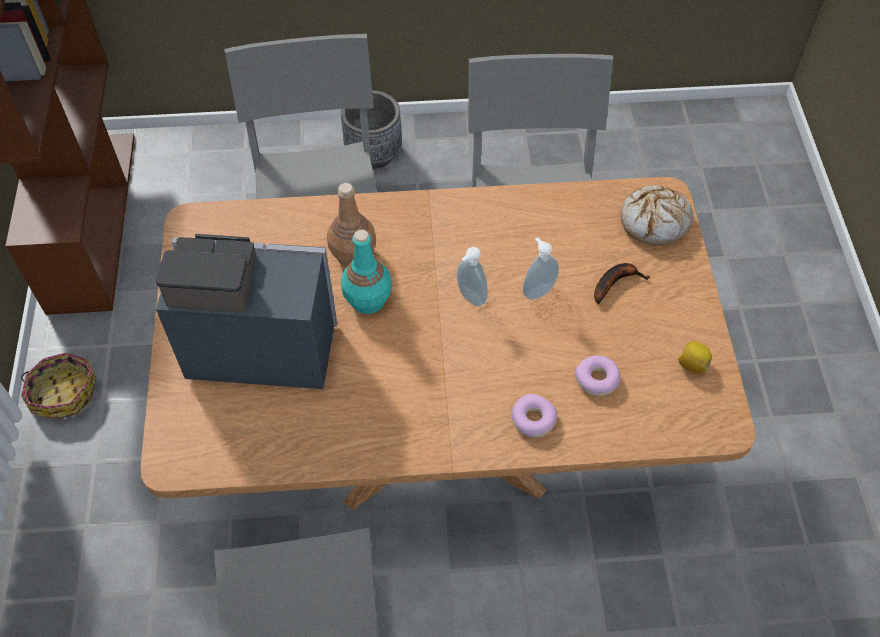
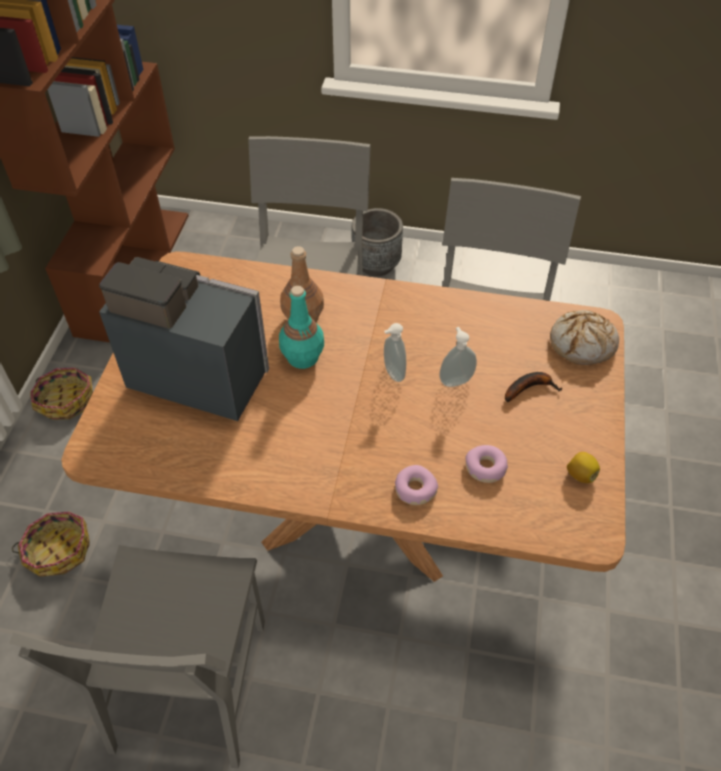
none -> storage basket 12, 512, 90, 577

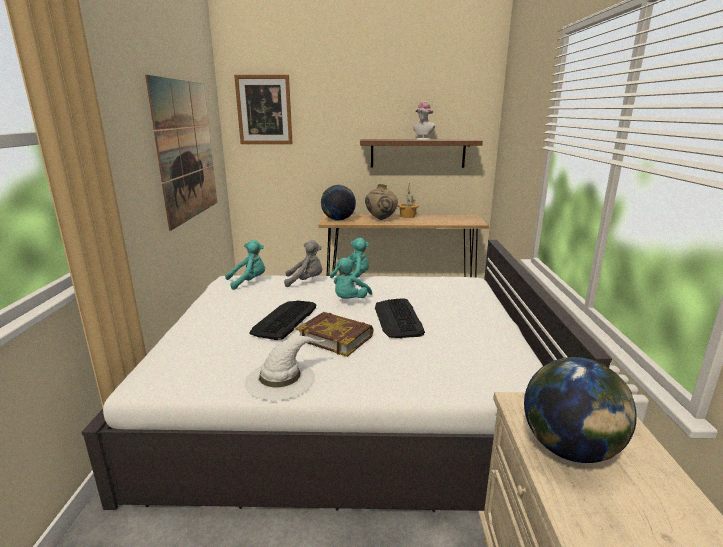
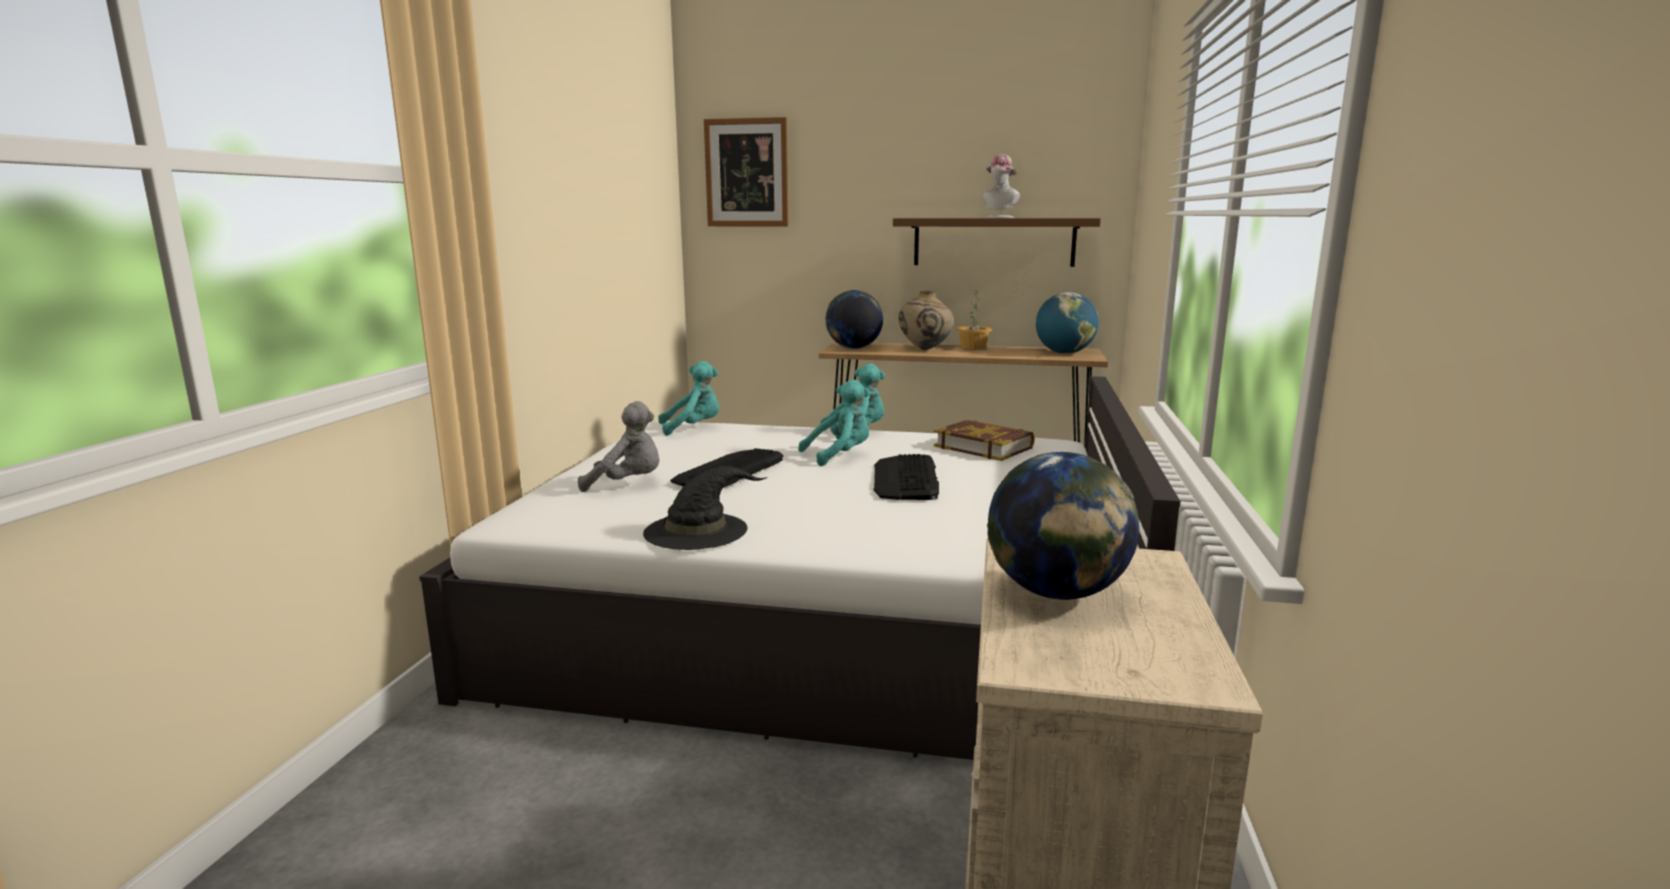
wall art 145, 75, 217, 231 -> none
white-coloured wearable hat 245, 336, 325, 401 -> black wearable hat 643, 466, 767, 550
gray cuddly toy 284, 240, 322, 287 -> gray cuddly toy 578, 401, 659, 492, move
bound book 296, 312, 374, 357 -> bound book 934, 420, 1035, 461, move
turquoise cuddly toy 334, 258, 372, 299 -> turquoise cuddly toy 798, 380, 870, 466, 150 degrees counterclockwise
none -> world globe 1036, 292, 1099, 354

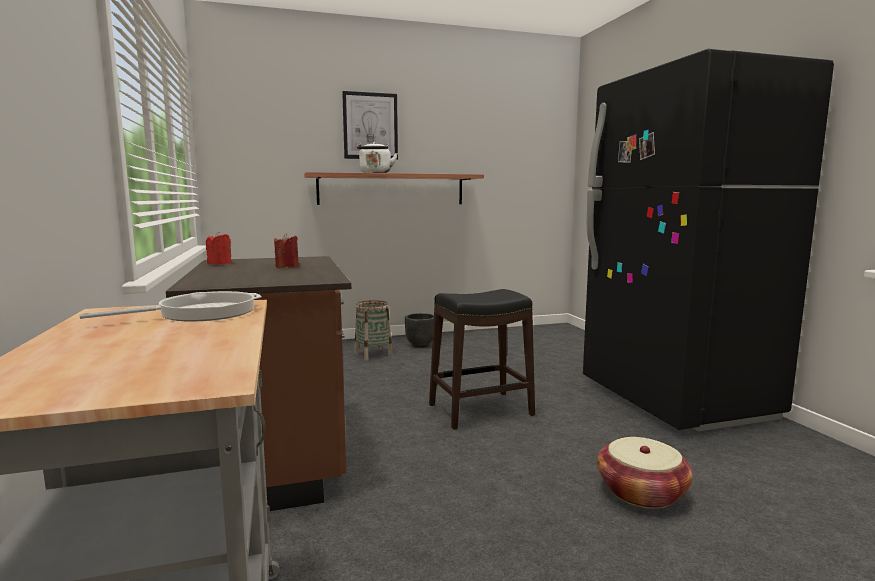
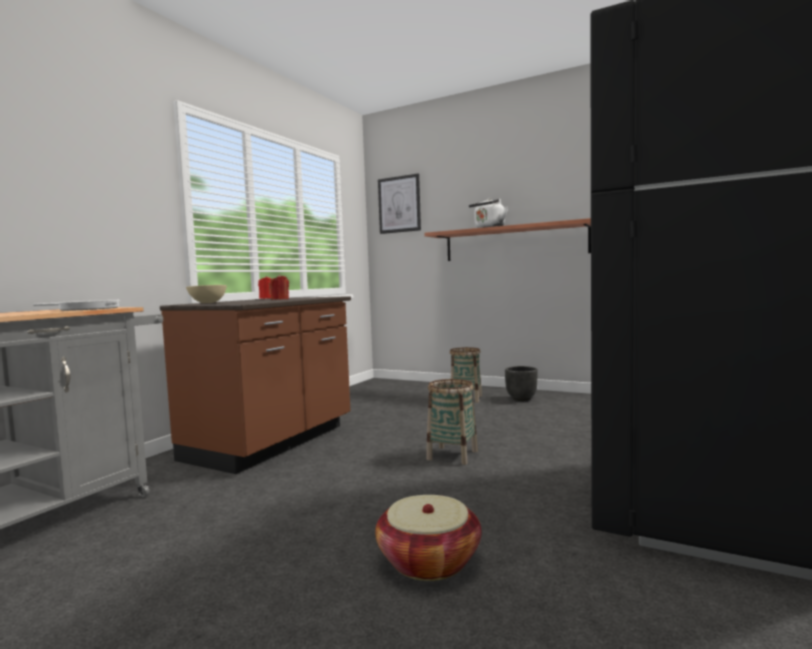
wall art 342, 91, 398, 160 -> wall art 378, 174, 421, 234, move
black sitting stool 429, 289, 535, 429 -> storage basket 426, 379, 478, 465
none -> beige bowl 186, 285, 227, 303

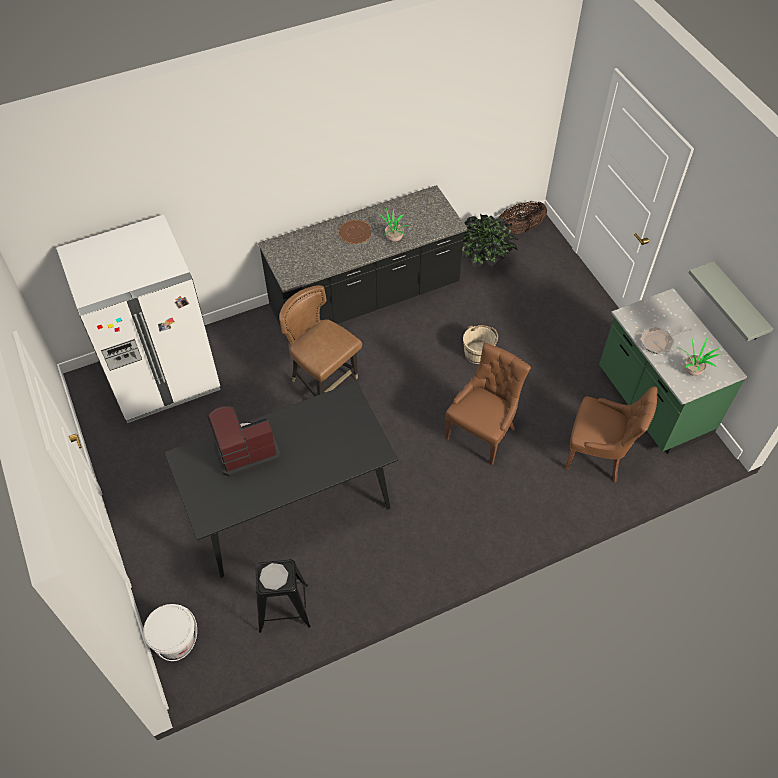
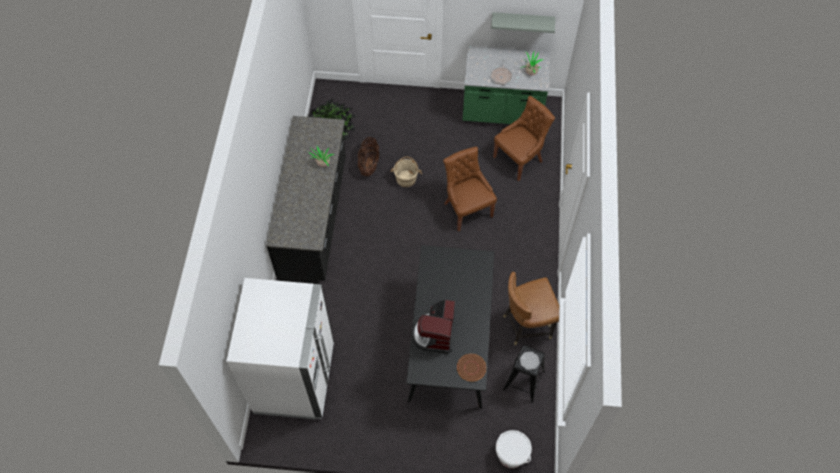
brown chair 279, 285, 362, 396 -> brown chair 503, 272, 559, 345, move
brown flat dish 339, 220, 372, 244 -> brown flat dish 457, 354, 486, 381, move
storage basket 499, 201, 547, 234 -> storage basket 358, 137, 379, 176, move

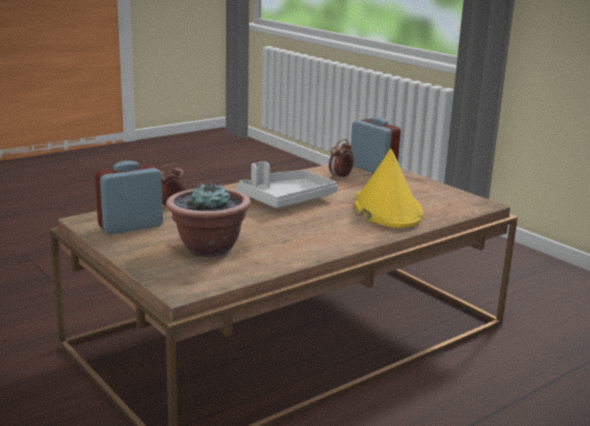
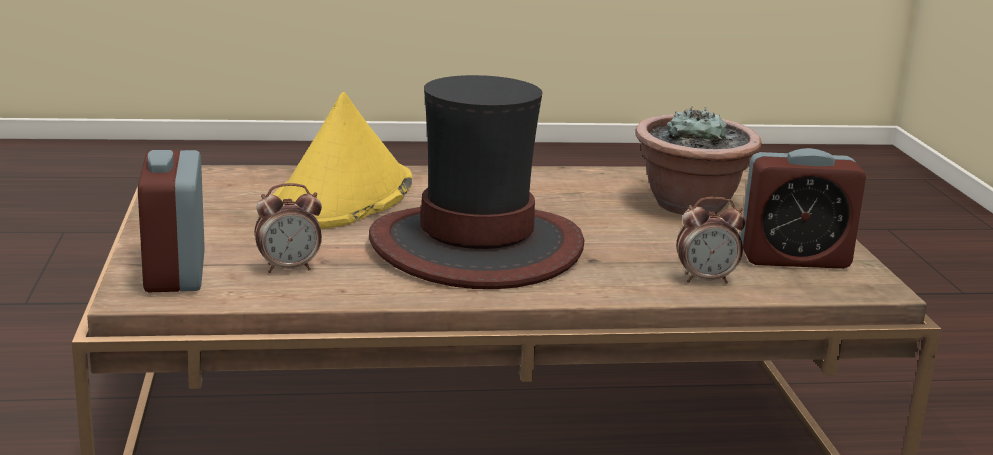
gray tray 238, 161, 338, 208 -> wearable hat 369, 75, 585, 289

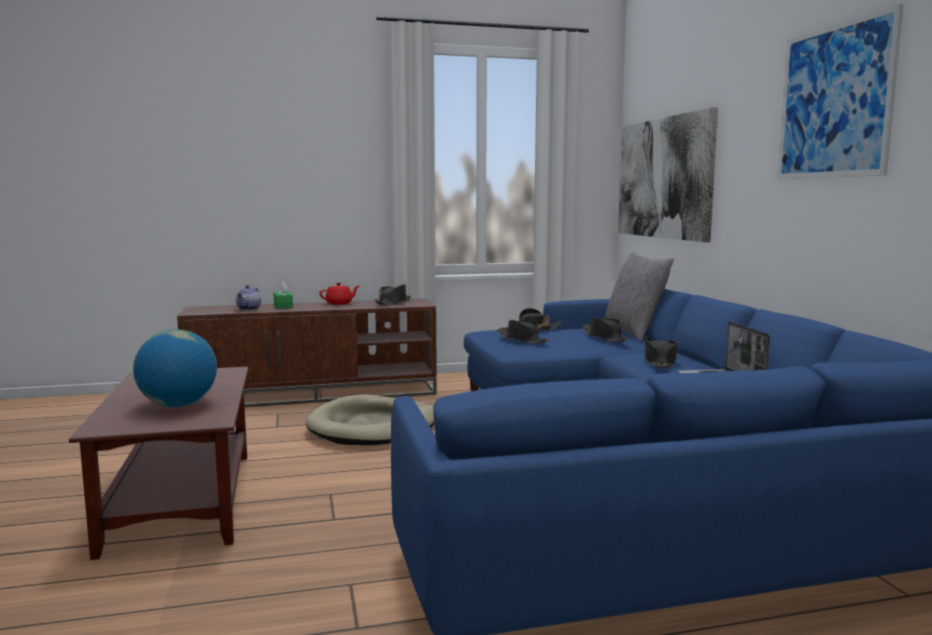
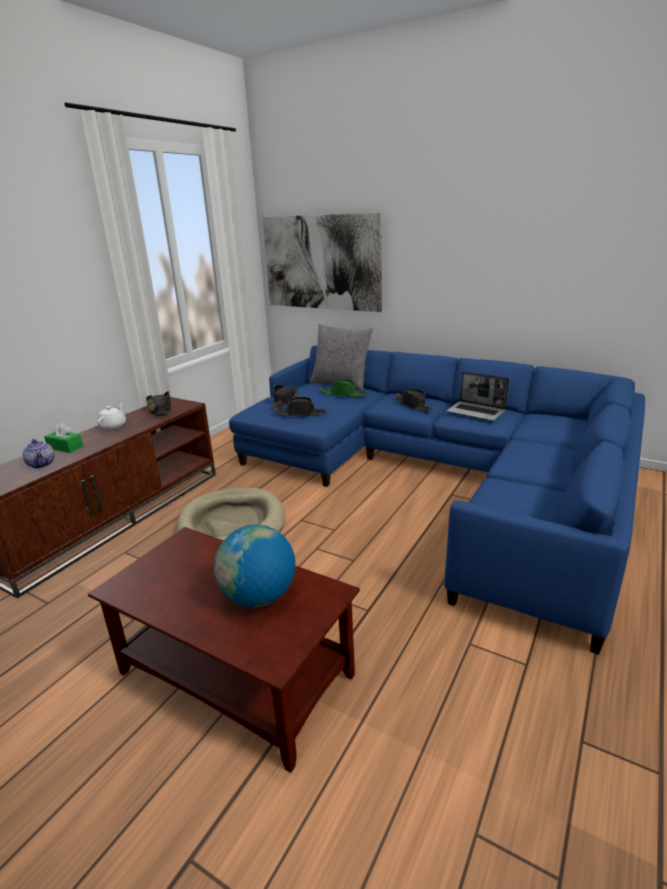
red teapot 319, 283, 359, 305 -> white-coloured teapot 97, 403, 126, 430
black wearable hat 582, 317, 630, 342 -> green wearable hat 320, 379, 367, 397
wall art 777, 3, 903, 179 -> none

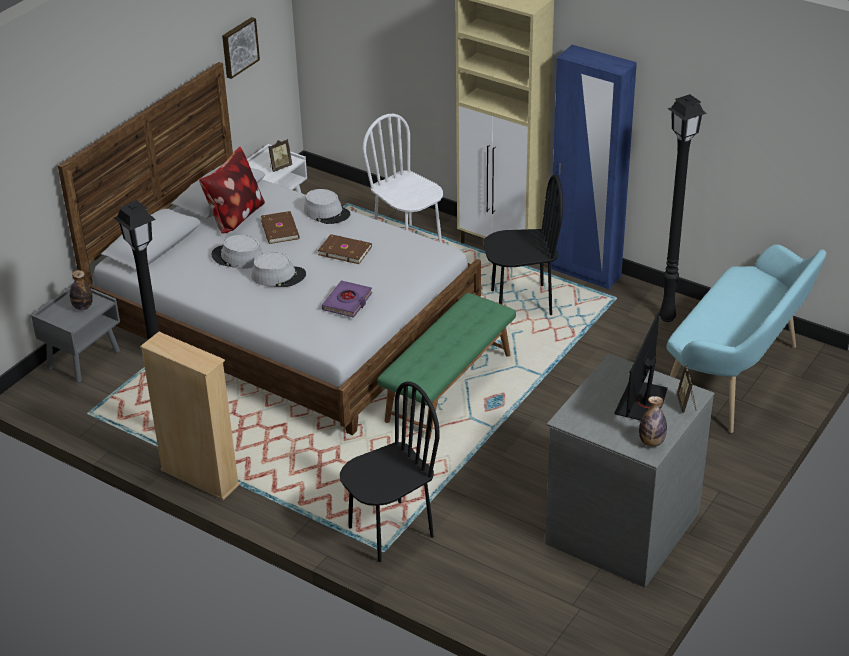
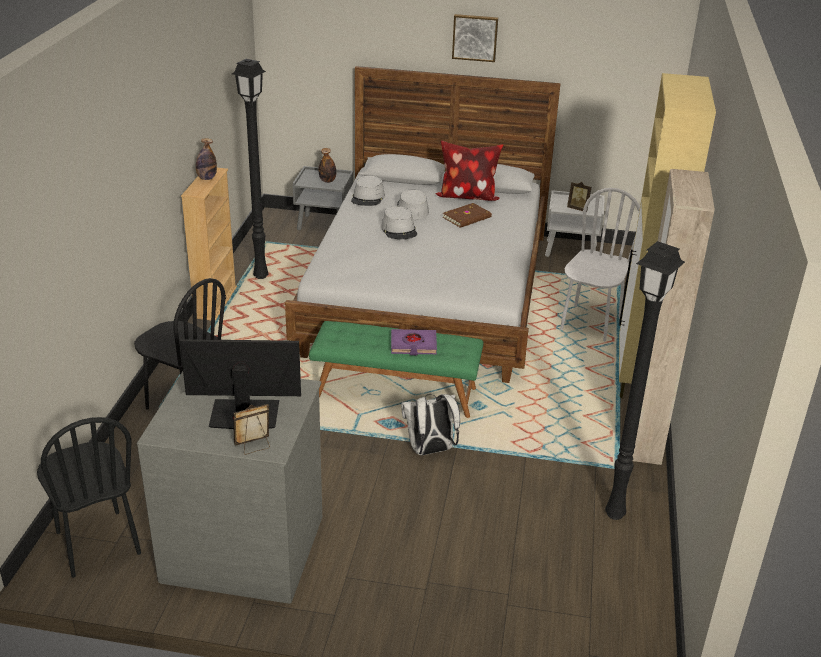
wall art 222, 17, 260, 79 -> wall art 452, 14, 498, 62, move
gray wearable hat 304, 189, 350, 224 -> gray wearable hat 351, 176, 385, 206, move
brown bound book 318, 234, 372, 264 -> none
purple-coloured bound book 322, 280, 372, 318 -> purple-coloured bound book 391, 329, 437, 355, move
black chair 483, 175, 563, 315 -> black chair 37, 417, 141, 578, move
blue armoire 551, 45, 637, 290 -> beige armoire 632, 169, 715, 465
bottle 639, 396, 667, 447 -> bottle 196, 138, 217, 180, move
turquoise bench 667, 244, 827, 433 -> none
none -> white-coloured backpack 401, 394, 460, 455

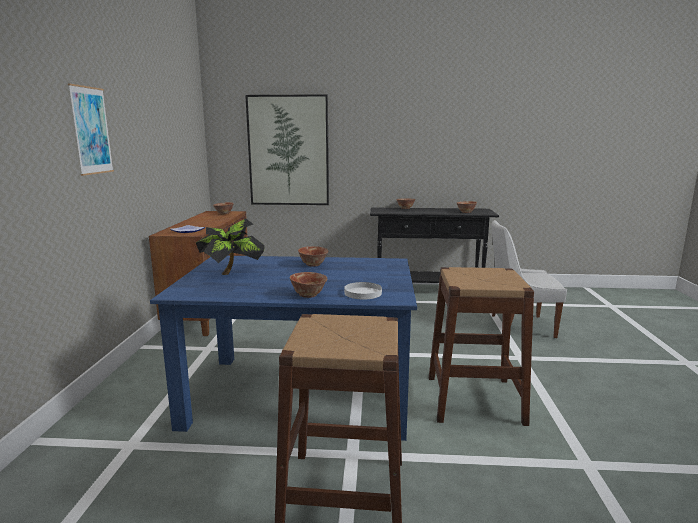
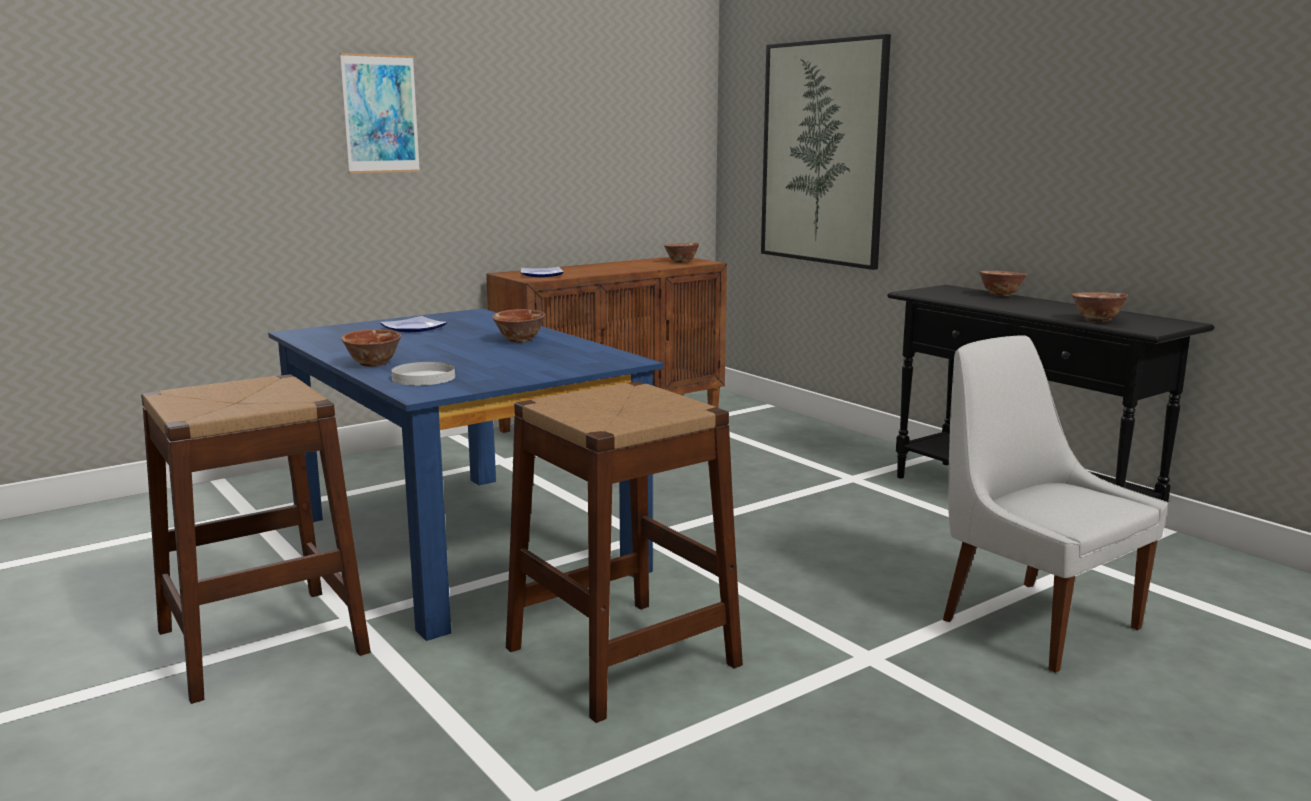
potted plant 196, 218, 265, 275 -> flat dish 380, 316, 447, 333

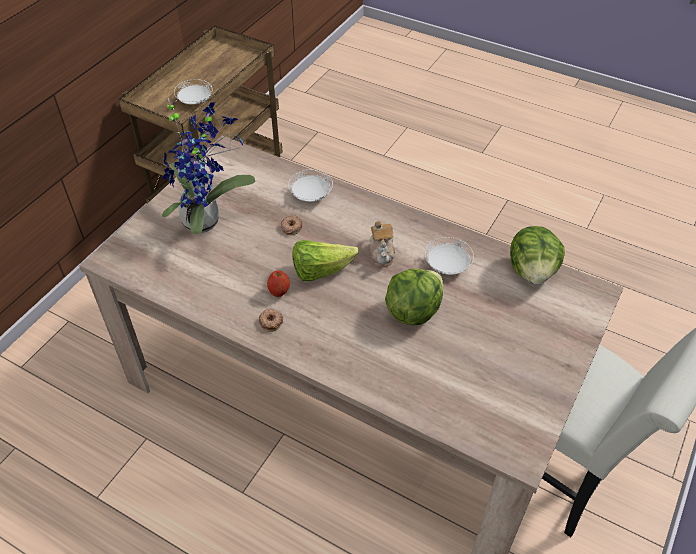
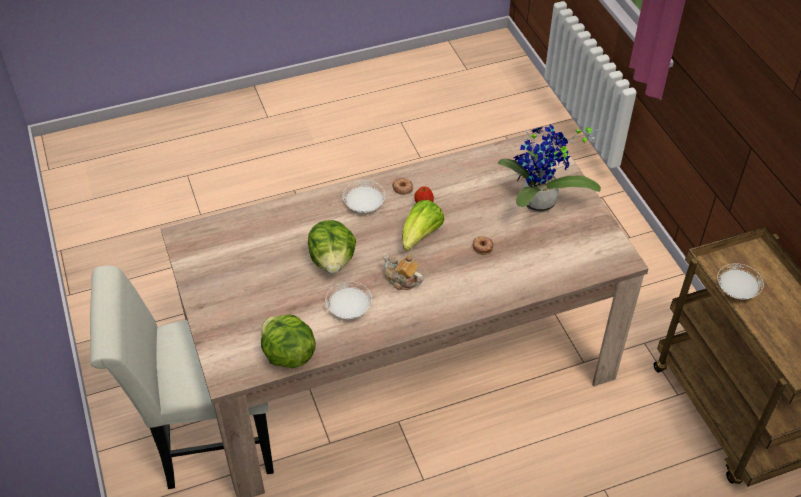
white-coloured flat dish 288, 170, 333, 202 -> white-coloured flat dish 343, 180, 385, 213, move

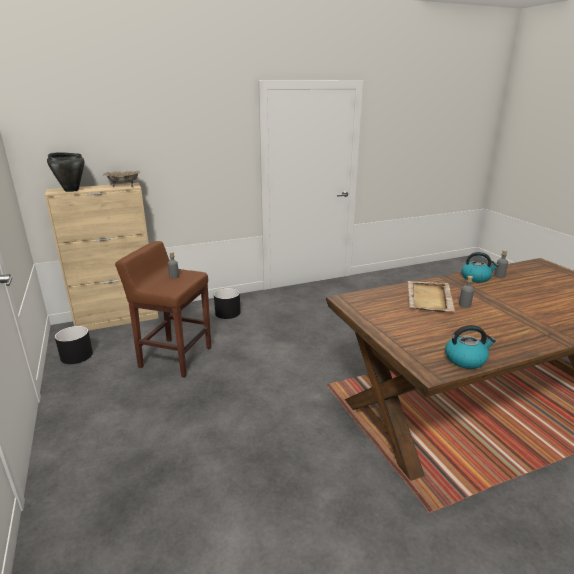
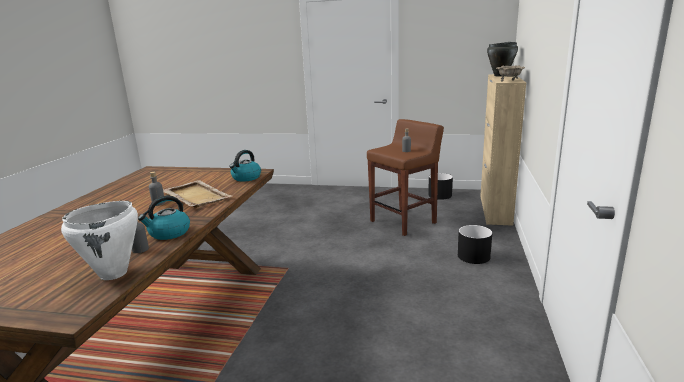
kettle 445, 325, 496, 369 -> kettle 229, 150, 261, 182, move
none -> white-coloured saucepot 61, 201, 138, 280

